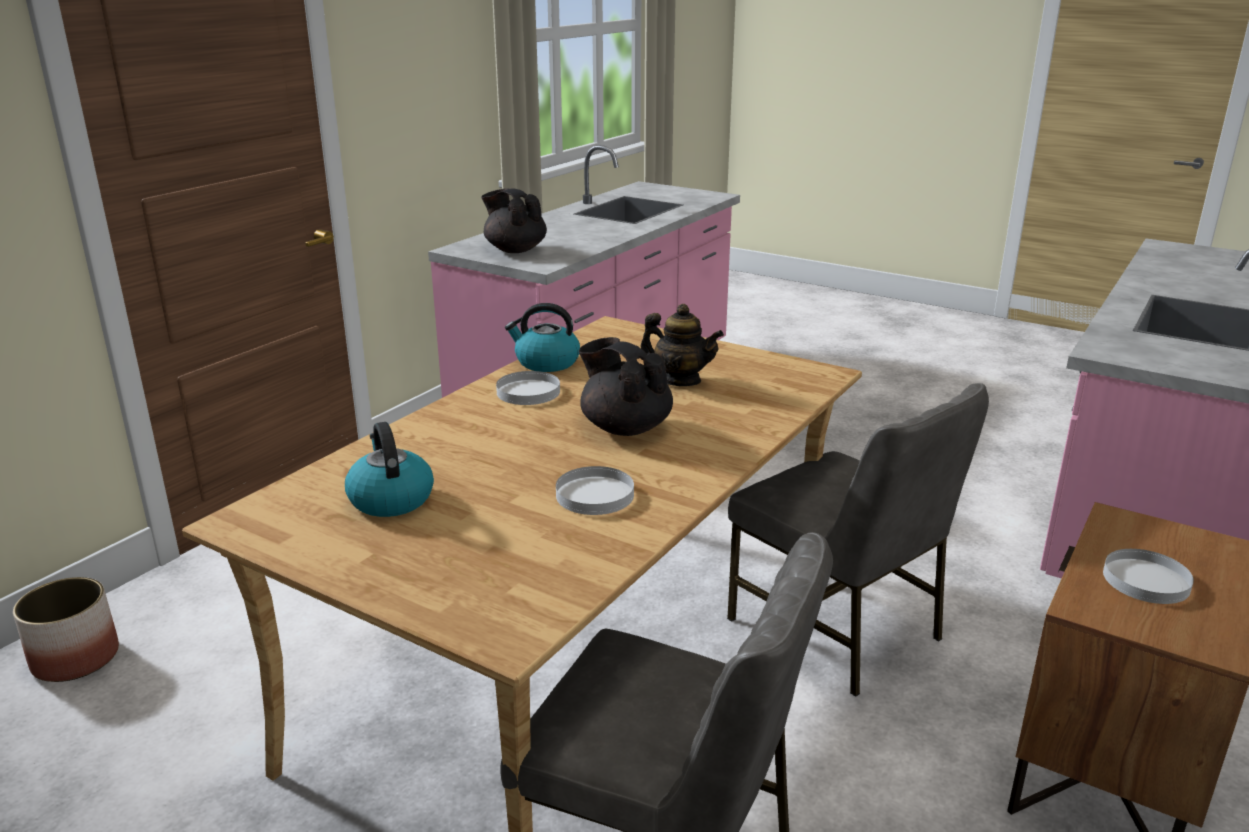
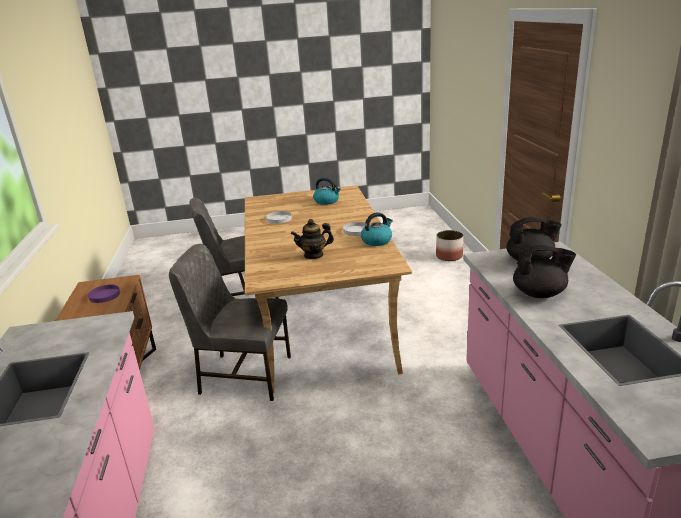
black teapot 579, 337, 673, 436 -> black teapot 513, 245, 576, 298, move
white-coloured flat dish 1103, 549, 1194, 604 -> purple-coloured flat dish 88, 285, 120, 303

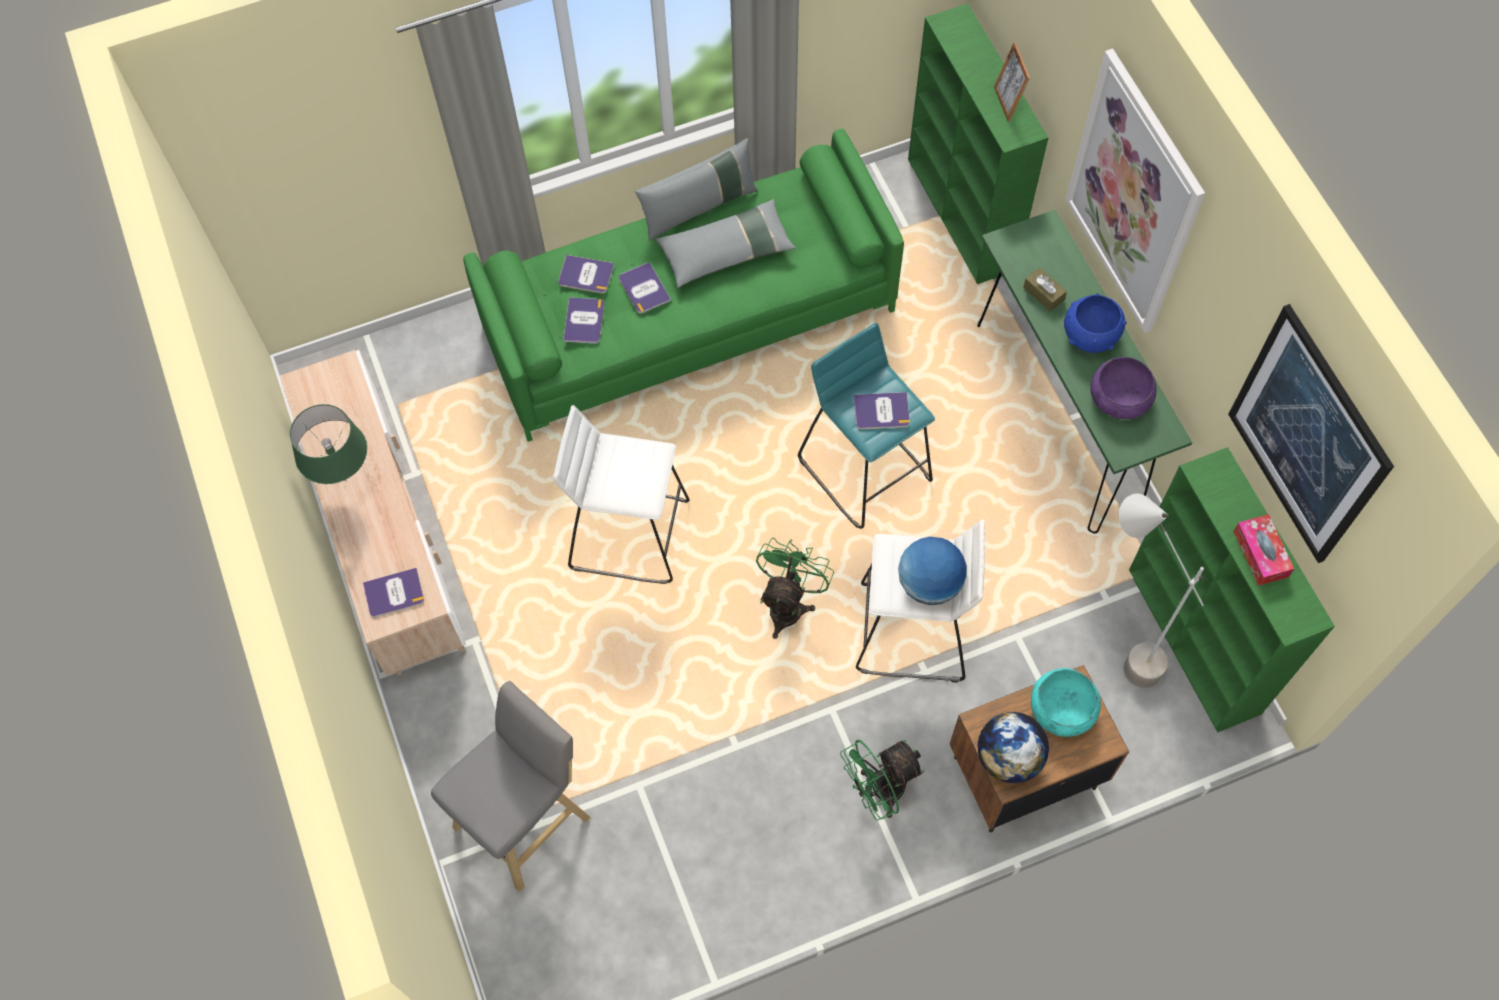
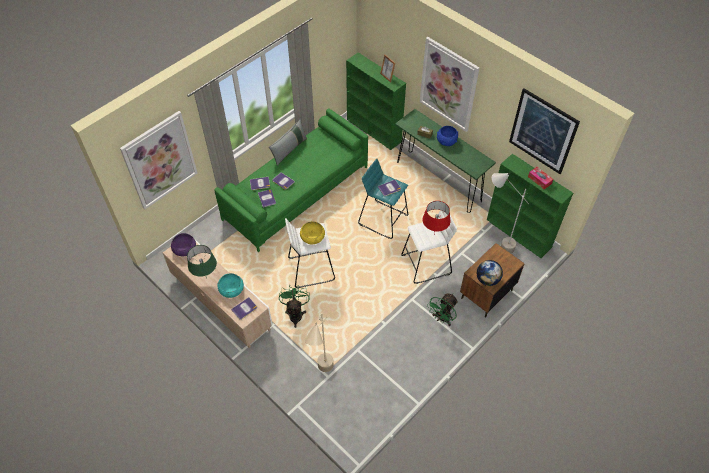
gray sitting stool 431, 681, 591, 892 -> beige standard lamp 305, 313, 334, 372
gray cushion 655, 199, 796, 288 -> none
green cooling fan 756, 538, 834, 639 -> green cooling fan 279, 285, 309, 328, move
world globe 898, 537, 967, 605 -> red tabletop lamp 422, 201, 451, 234
turquoise bowl 1031, 668, 1101, 737 -> turquoise bowl 218, 273, 244, 298, move
purple-coloured bowl 1090, 357, 1157, 419 -> purple-coloured bowl 171, 233, 196, 256, move
none -> wall art 120, 111, 198, 209
none -> yellow bowl 300, 221, 325, 244

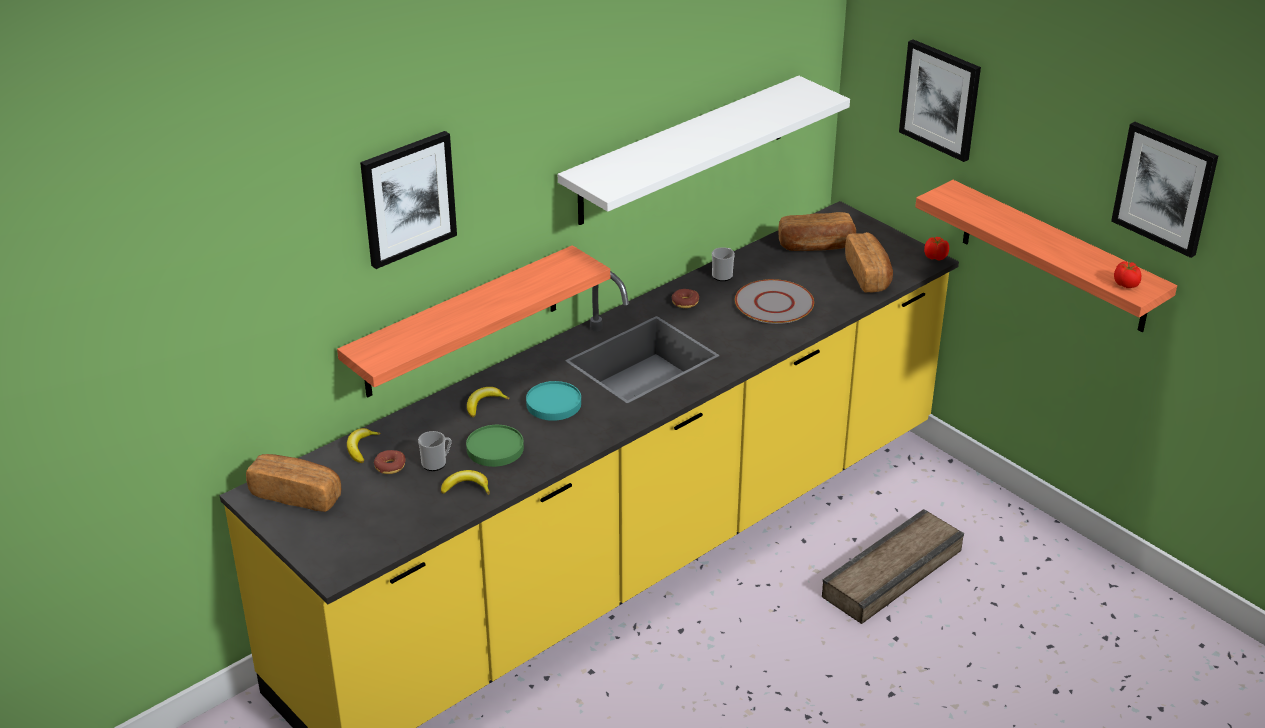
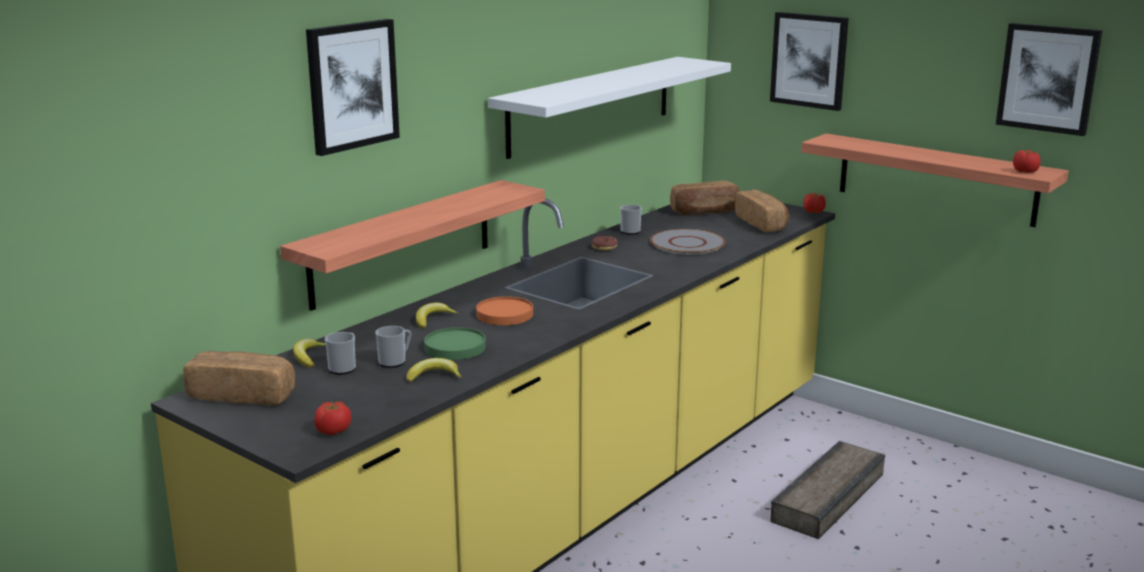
doughnut 374, 450, 406, 474 -> mug 325, 332, 356, 375
turquoise flat dish 526, 381, 581, 421 -> orangey flat dish 476, 296, 533, 325
none -> fresh tomato 314, 402, 351, 435

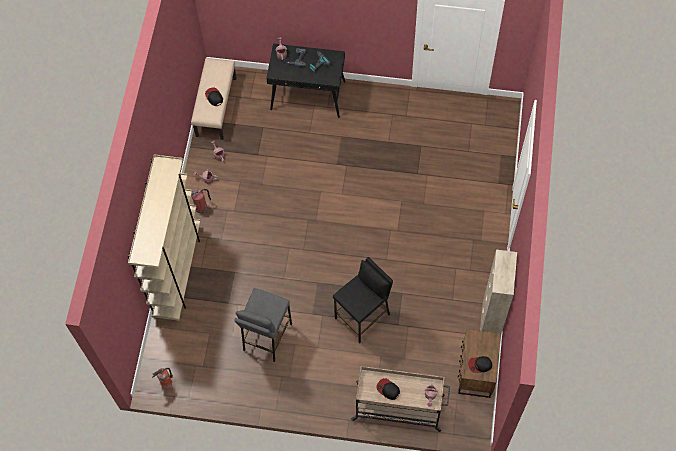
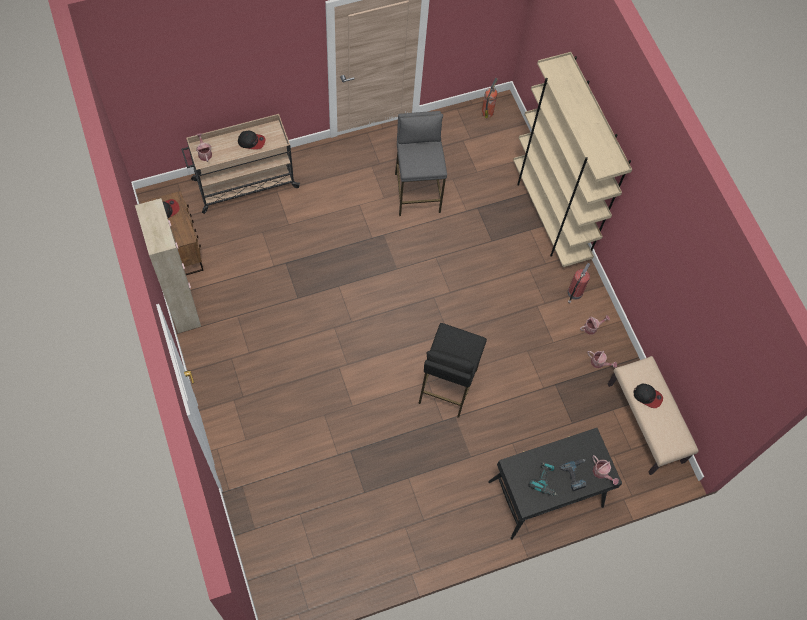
black sitting stool 333, 257, 393, 343 -> black sitting stool 418, 323, 487, 418, move

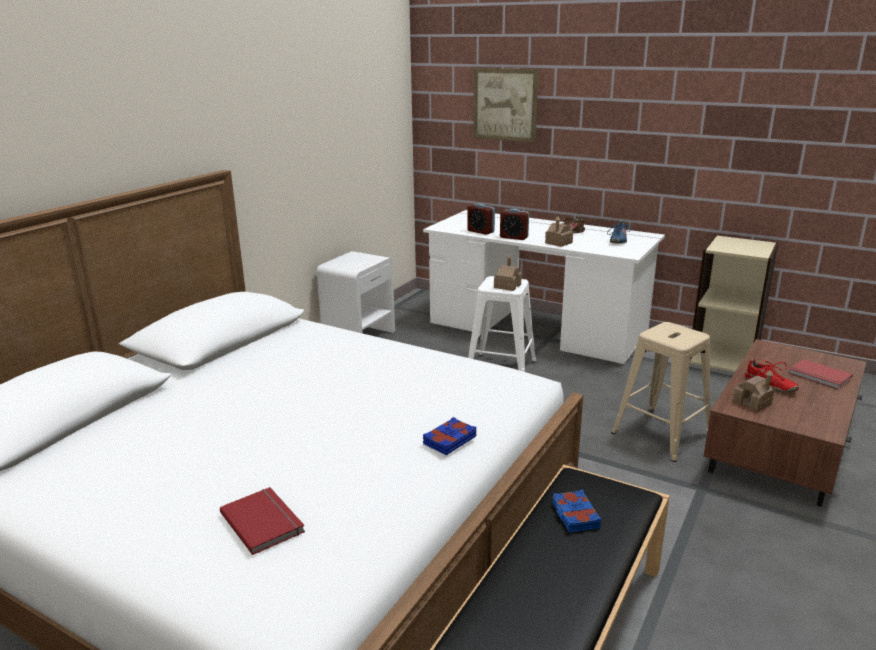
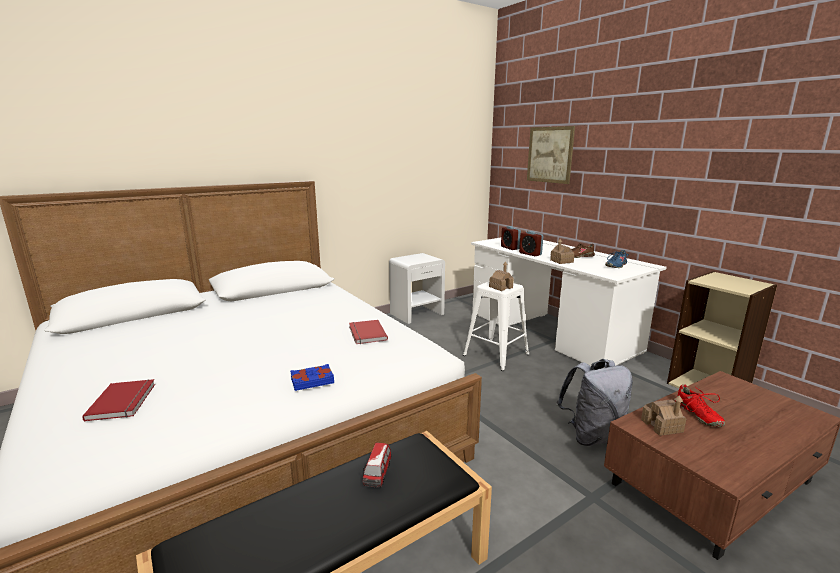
blue bound book 552, 490, 601, 532 -> miniature car 362, 442, 391, 488
beige sitting stool 611, 322, 711, 462 -> gray backpack 556, 359, 633, 446
red bound book 789, 359, 853, 389 -> red bound book 349, 320, 388, 344, move

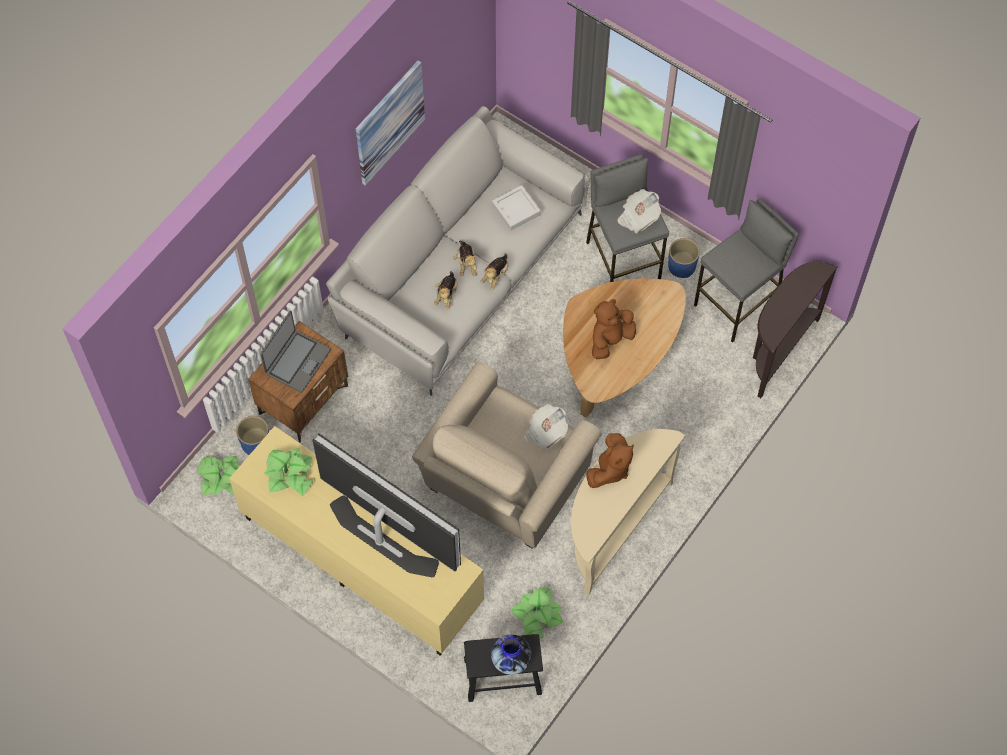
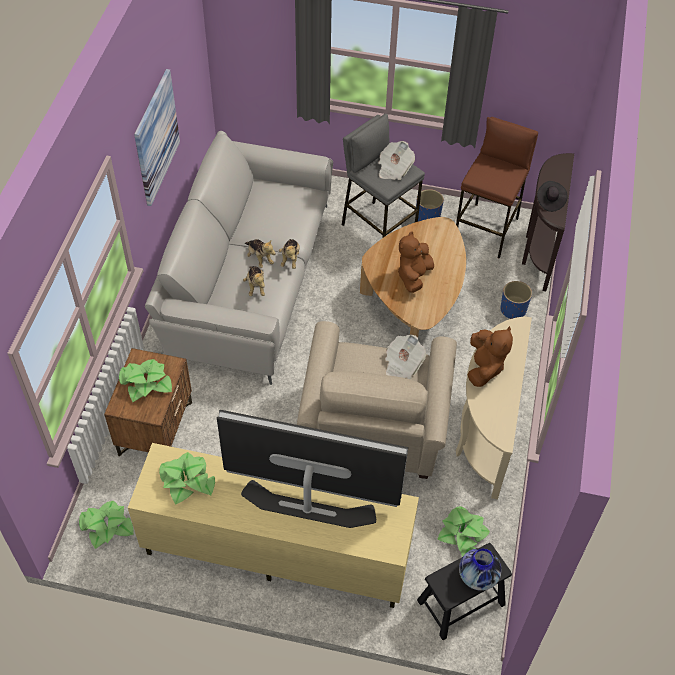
blue planter 236, 416, 269, 455 -> blue planter 501, 281, 532, 319, move
notebook computer 260, 311, 331, 393 -> potted plant 119, 359, 172, 402
gray tray 492, 185, 541, 231 -> none
gray sitting stool 694, 198, 799, 343 -> brown sitting stool 456, 117, 538, 259
none -> black wearable hat 537, 181, 567, 212

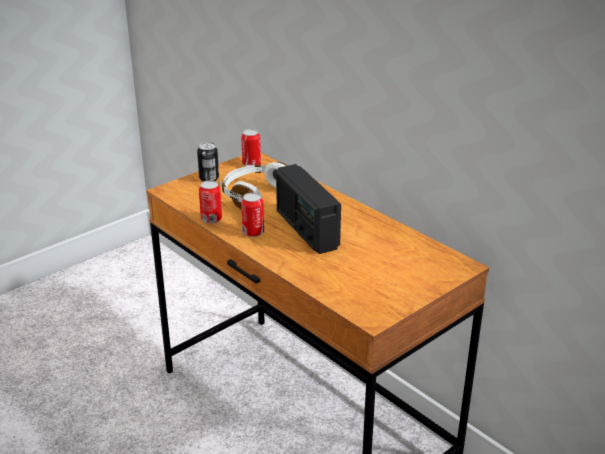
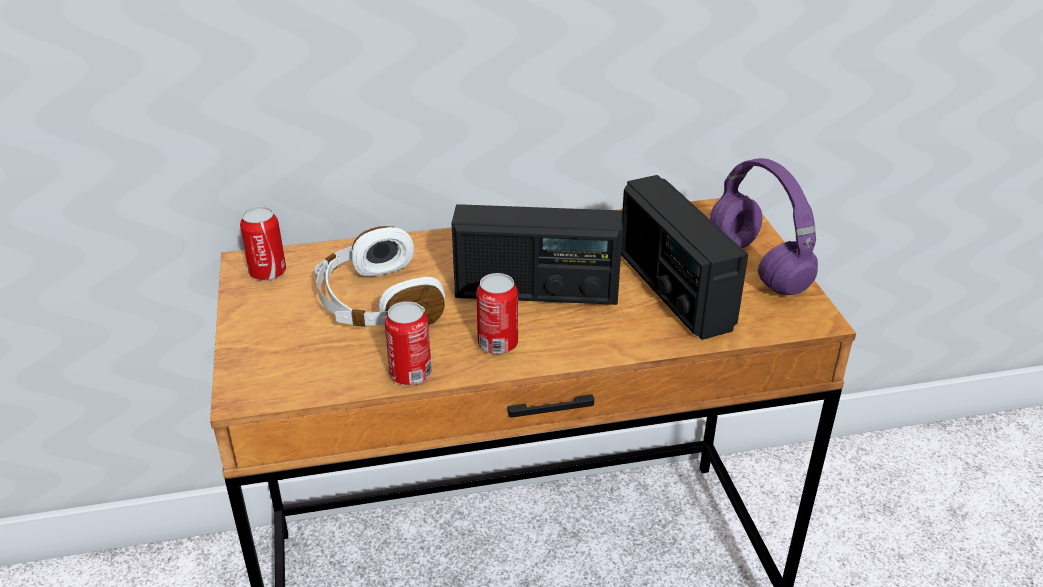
sealed can 197, 142, 219, 182 -> none
none -> radio 621, 175, 748, 340
none -> purple-coloured pair of headphones 710, 158, 818, 295

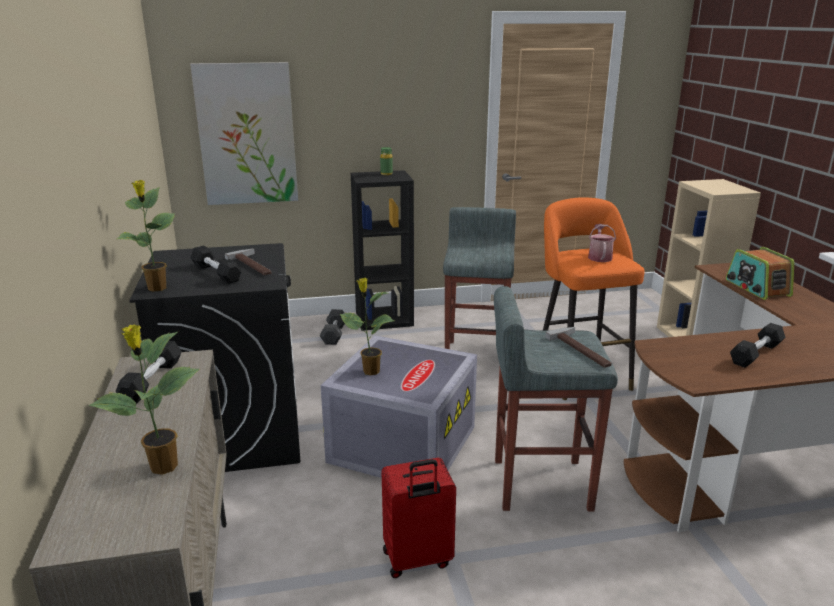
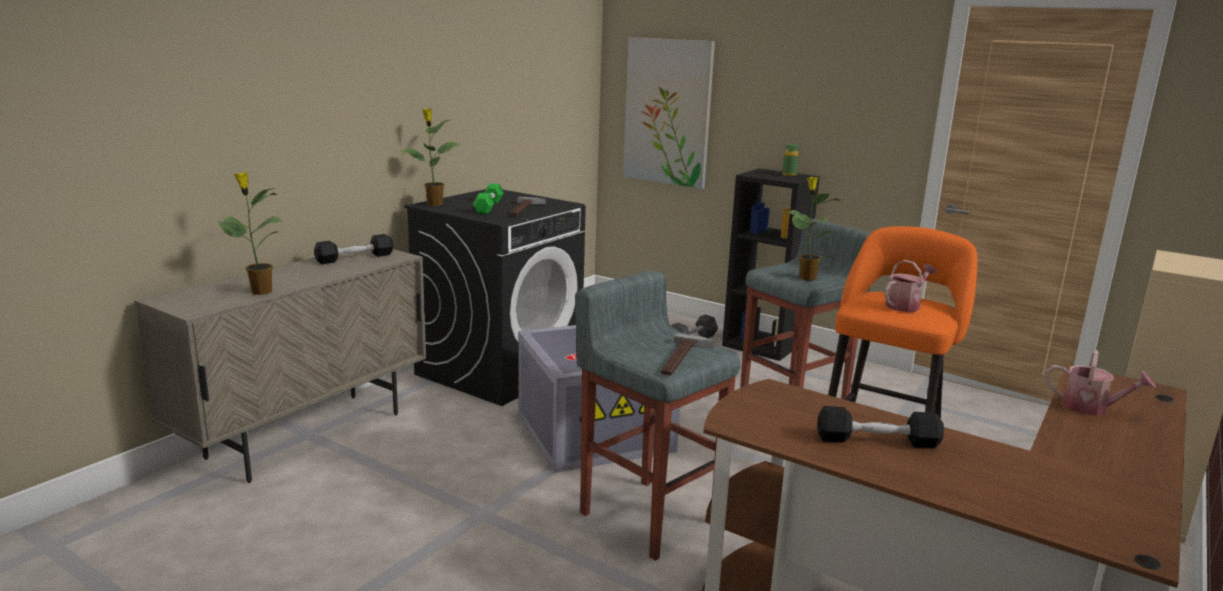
black hand weight 190, 246, 242, 284 -> green hand weight 473, 183, 504, 214
potted plant 340, 278, 394, 375 -> potted plant 787, 177, 841, 280, move
red piece of luggage 381, 458, 456, 578 -> none
radio 726, 247, 794, 300 -> watering can 1045, 350, 1156, 416

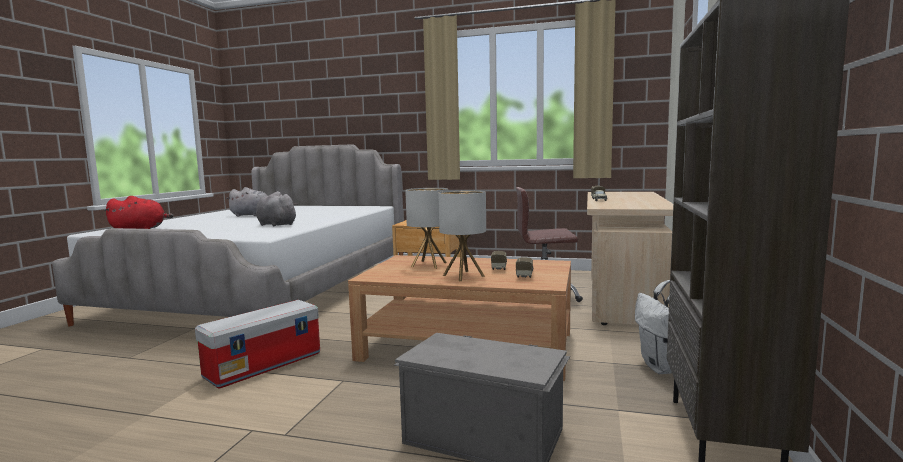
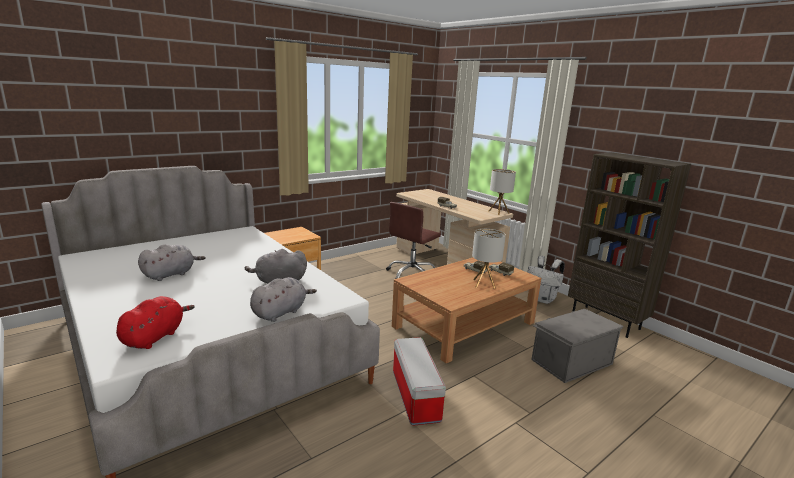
tabletop lamp 405, 188, 448, 269 -> tabletop lamp 489, 169, 516, 215, move
none -> gray cuddly toy 250, 277, 317, 322

